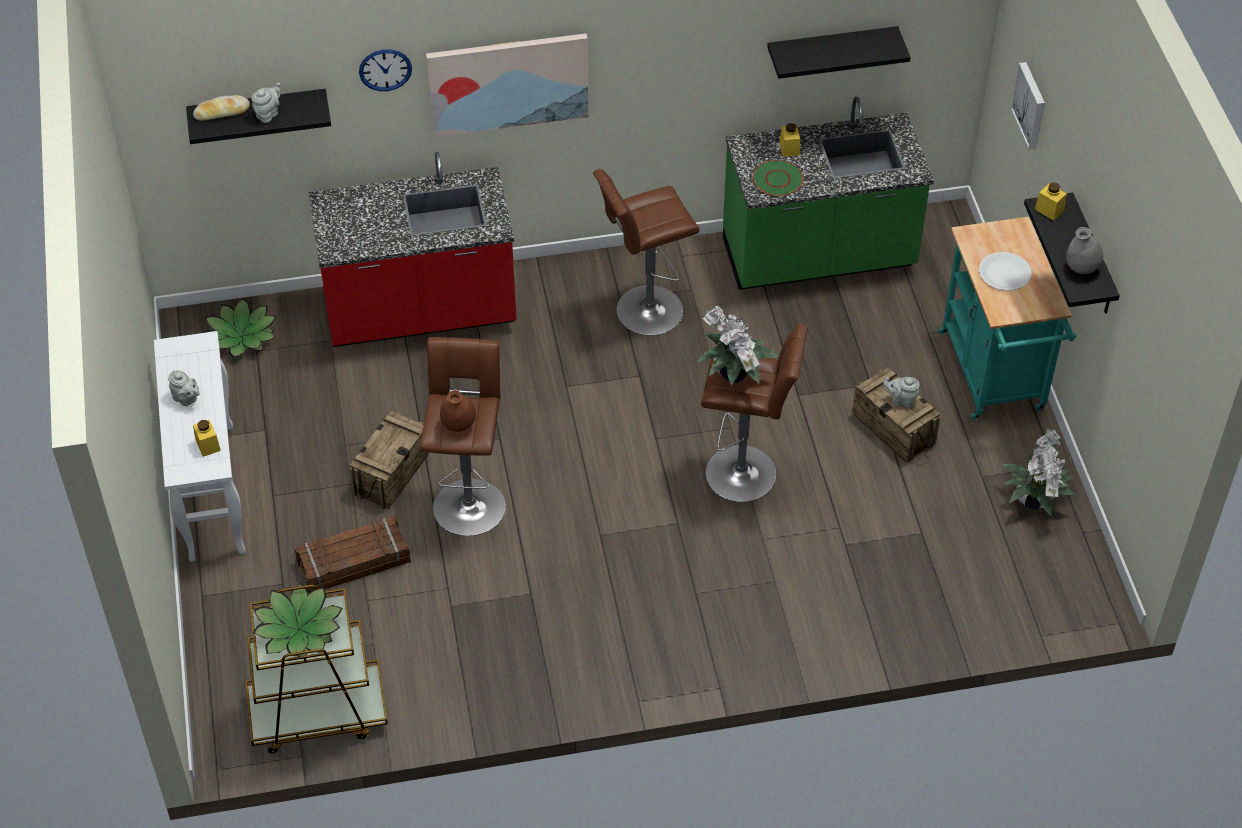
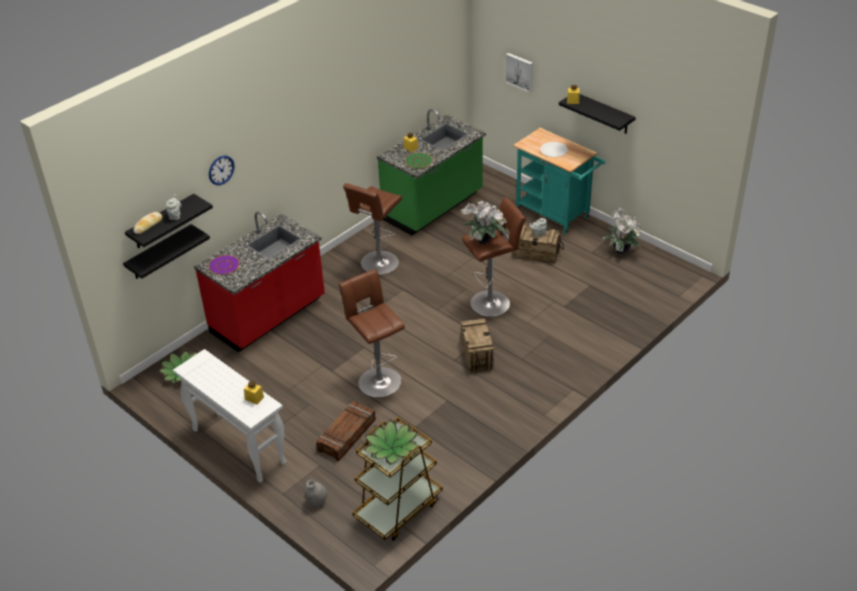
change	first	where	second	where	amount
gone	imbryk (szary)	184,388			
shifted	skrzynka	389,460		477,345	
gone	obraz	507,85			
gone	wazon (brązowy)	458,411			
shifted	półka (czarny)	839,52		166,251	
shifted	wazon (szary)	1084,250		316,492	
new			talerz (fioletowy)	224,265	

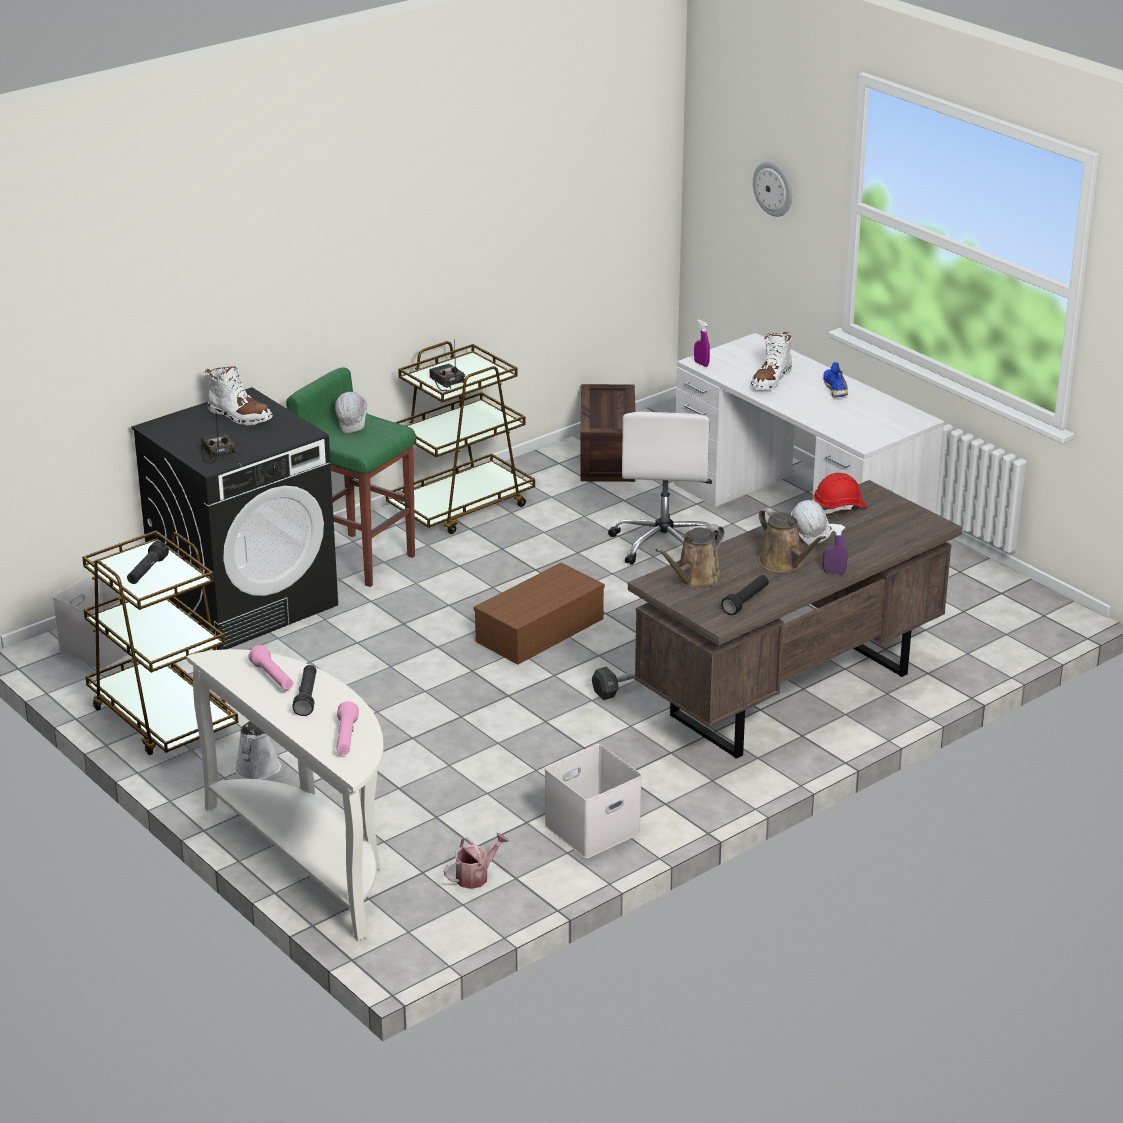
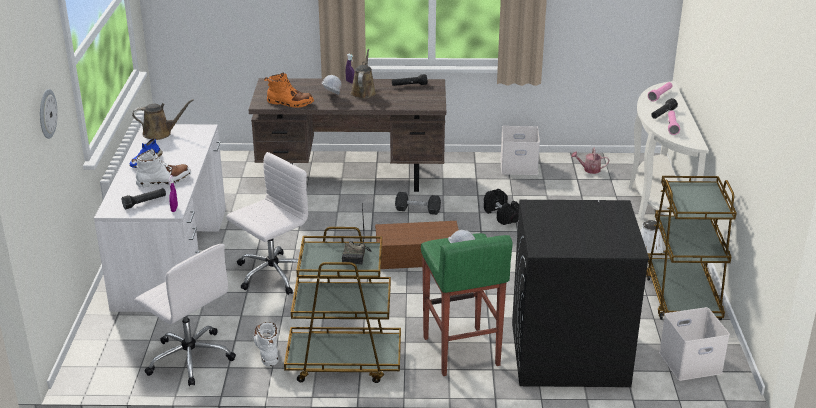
change	first	where	second	where	amount
shifted	latarka (czarny)	148,562		144,198	
gone	radio	218,438			
shifted	but z cholewką (biały)	238,395		266,344	
swapped	skrzynka	607,433	krzesło biurowe (biały)	185,315	
shifted	konewka (brązowy)	690,556		163,119	
swapped	kask (czerwony)	840,493	but z cholewką (pomarańczowy)	289,90	
new			hantel (czarny)	501,207	

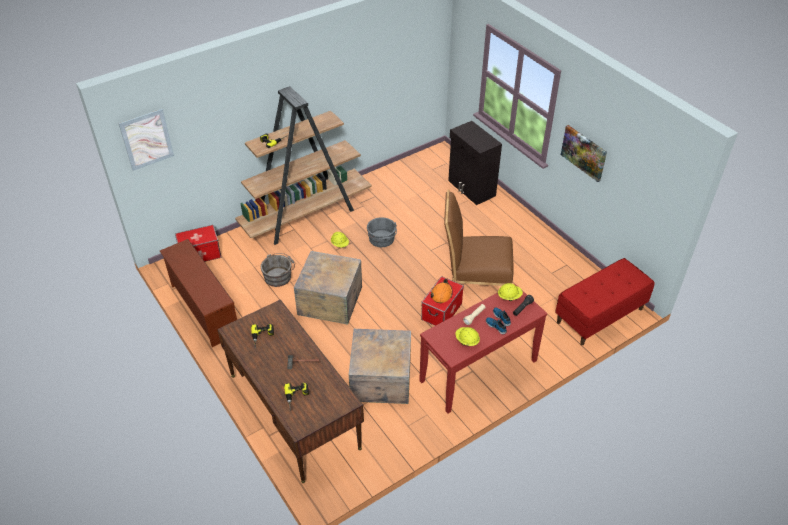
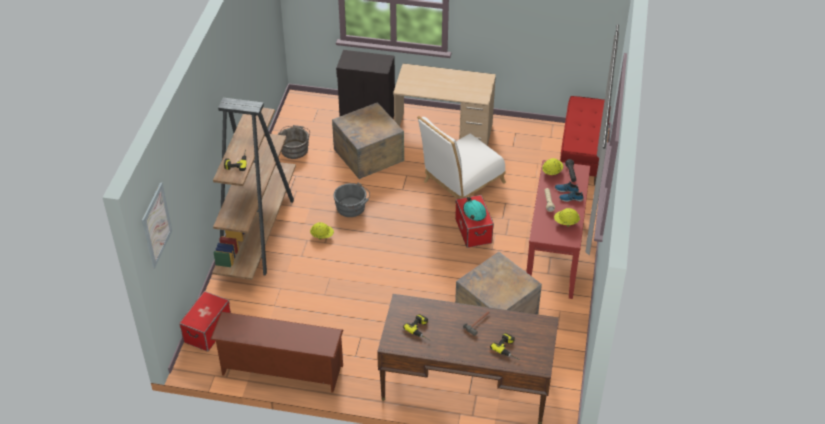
change	first	where	second	where	amount
shifted	wiadro (szary)	278,270		294,142	
shifted	skrzynka	328,288		368,140	
repainted	kask (pomarańczowy)	442,291	kask (turkusowy)	474,209	
repainted	krzesło (brązowy)	479,237	krzesło (biały)	461,157	
gone	obraz	584,153			
new			biurko (beżowy)	444,104	

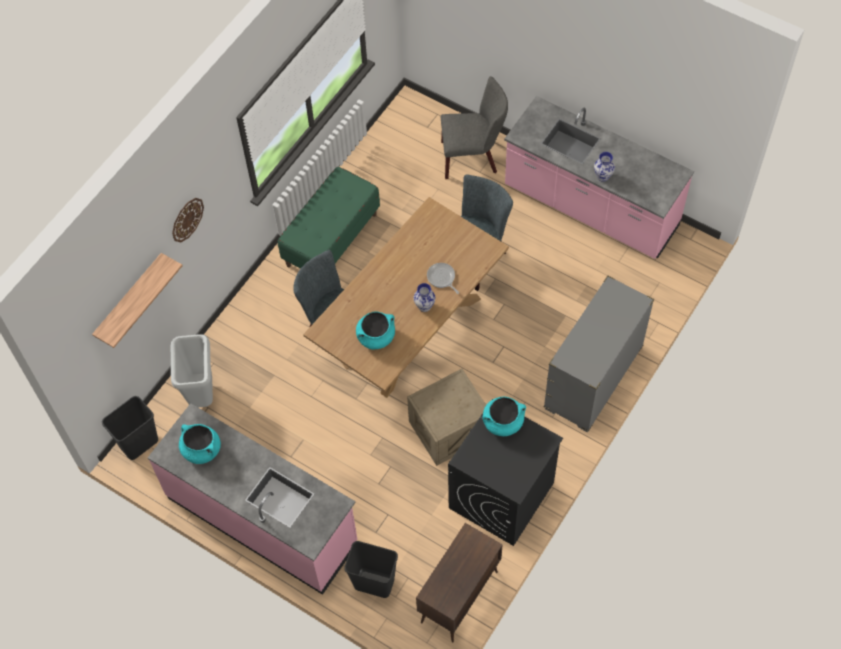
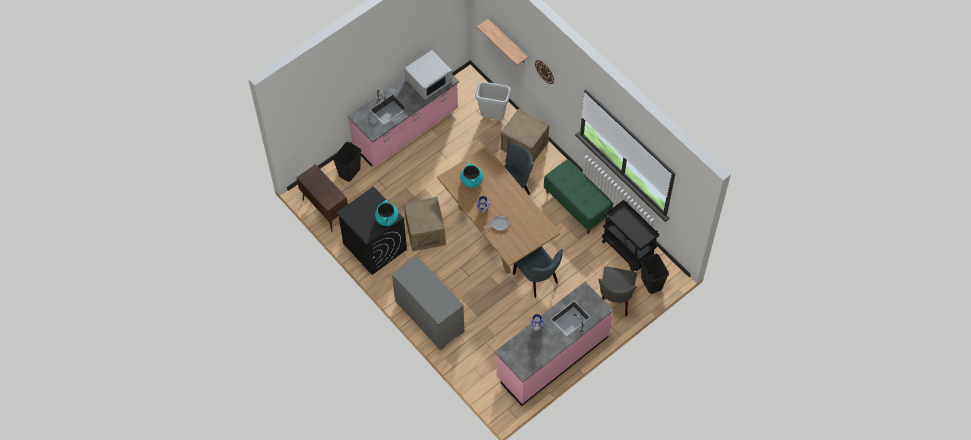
change	first	where	second	where	amount
shifted	kosz na śmieci (czarny)	130,428		655,274	
swapped	garnek (turkusowy)	200,444	mikrofalówka (biały)	428,74	
new			skrzynka	525,135	
new			wózek (czarny)	630,235	

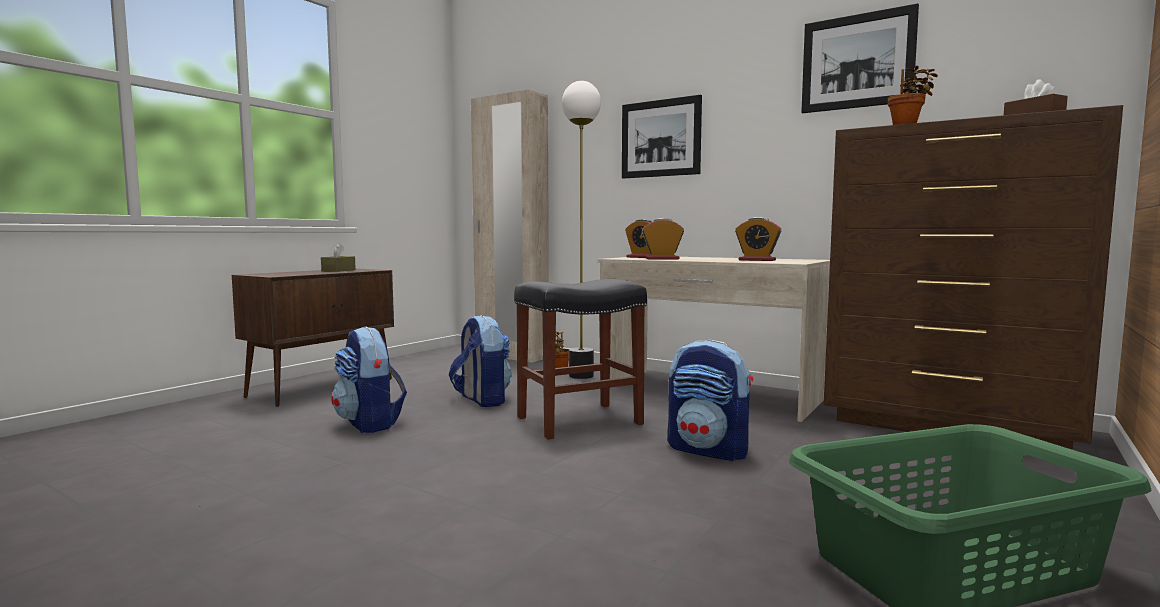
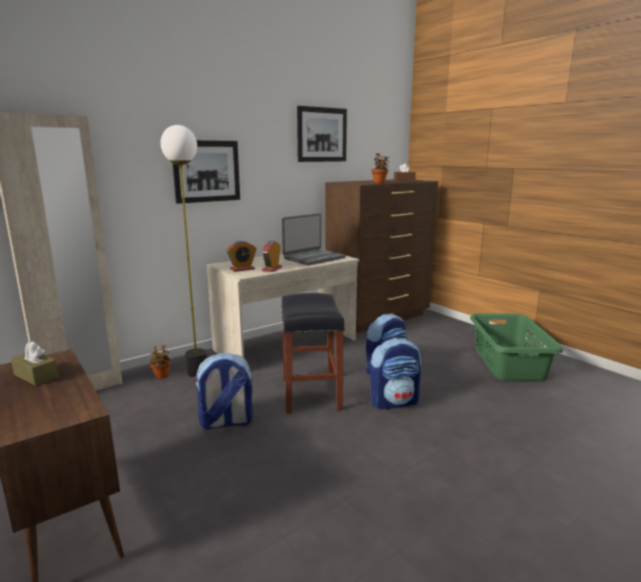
change	first	where	second	where	amount
shifted	plecak	369,380		395,373	
swapped	budzik	758,239	laptop	314,239	

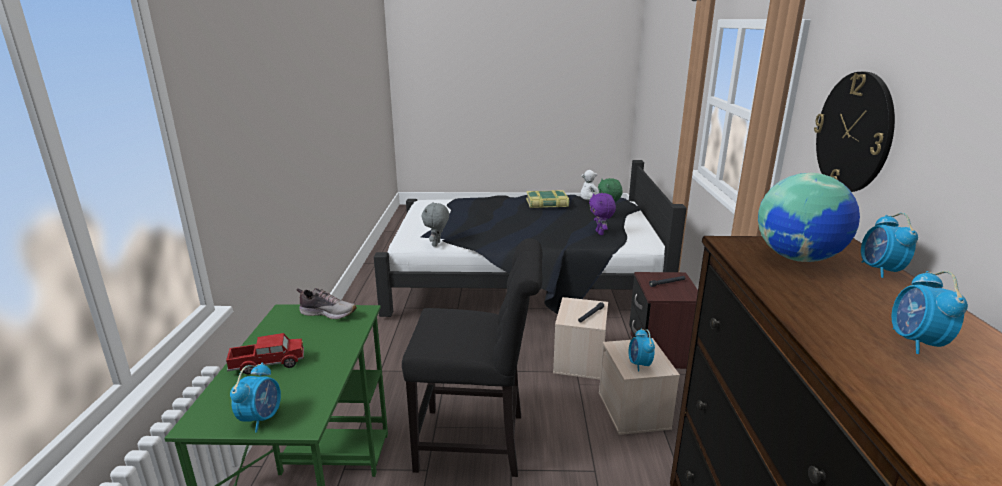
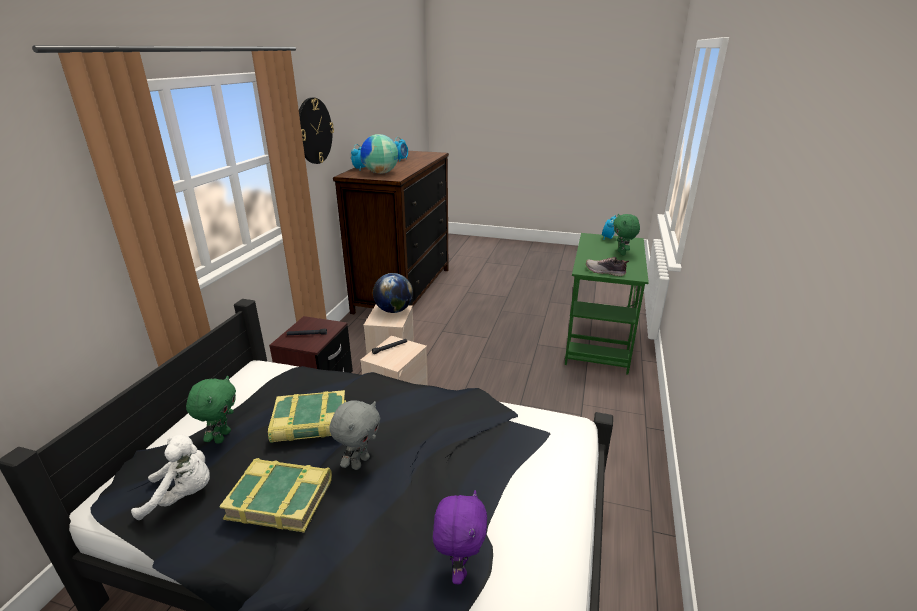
change	first	where	second	where	amount
swapped	ciężarówka zabawkowa	265,353	pluszak (zielony)	626,234	
gone	krzesło (czarny)	472,357			
shifted	pluszak (szary)	435,224		355,435	
shifted	pluszak (fioletowy)	602,214		460,537	
swapped	budzik	642,349	globus	393,293	
new			książka	307,416	

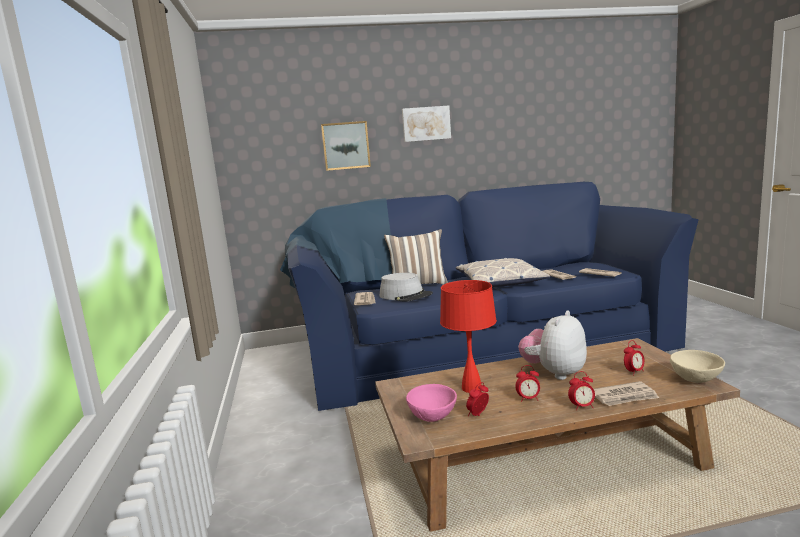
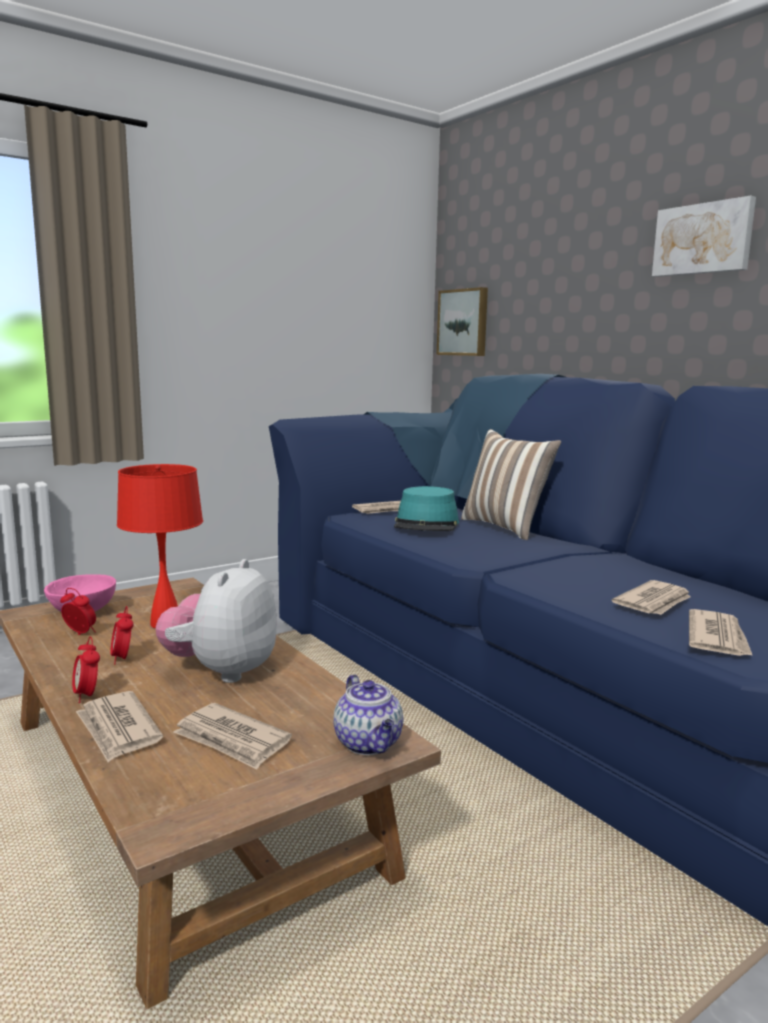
change	first	where	second	where	amount
shifted	obraz	346,146		462,321	
repainted	kapelusz (szary)	406,287	kapelusz (turkusowy)	426,508	
gone	poduszka	503,272			
rotated	pluszak	552,345		216,621	90 degrees counterclockwise
swapped	budzik	634,356	gazeta	233,736	
gone	miska (beżowy)	697,366			
new			imbryk	368,714	

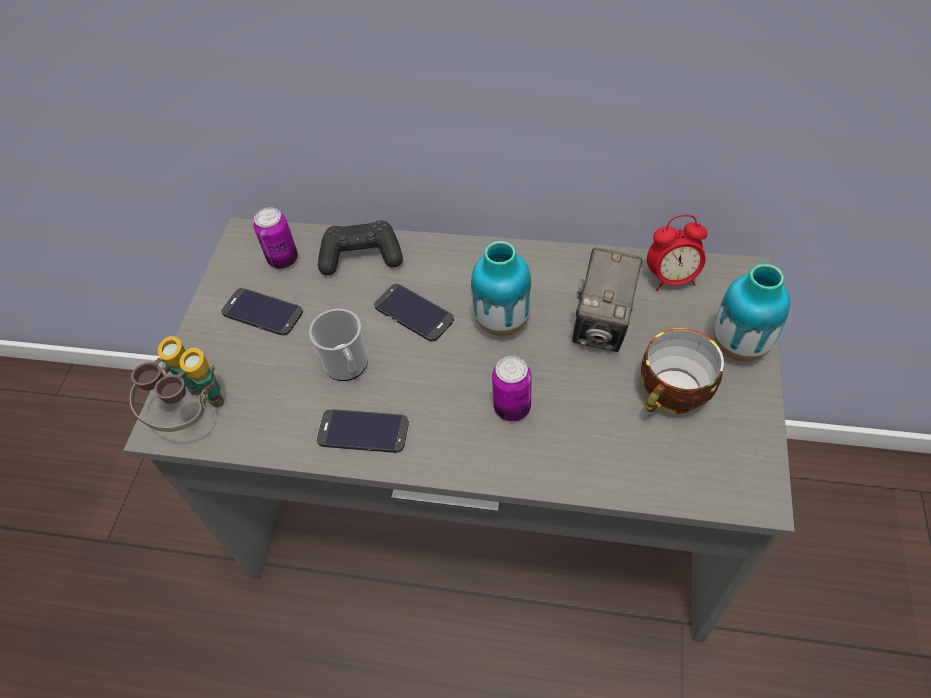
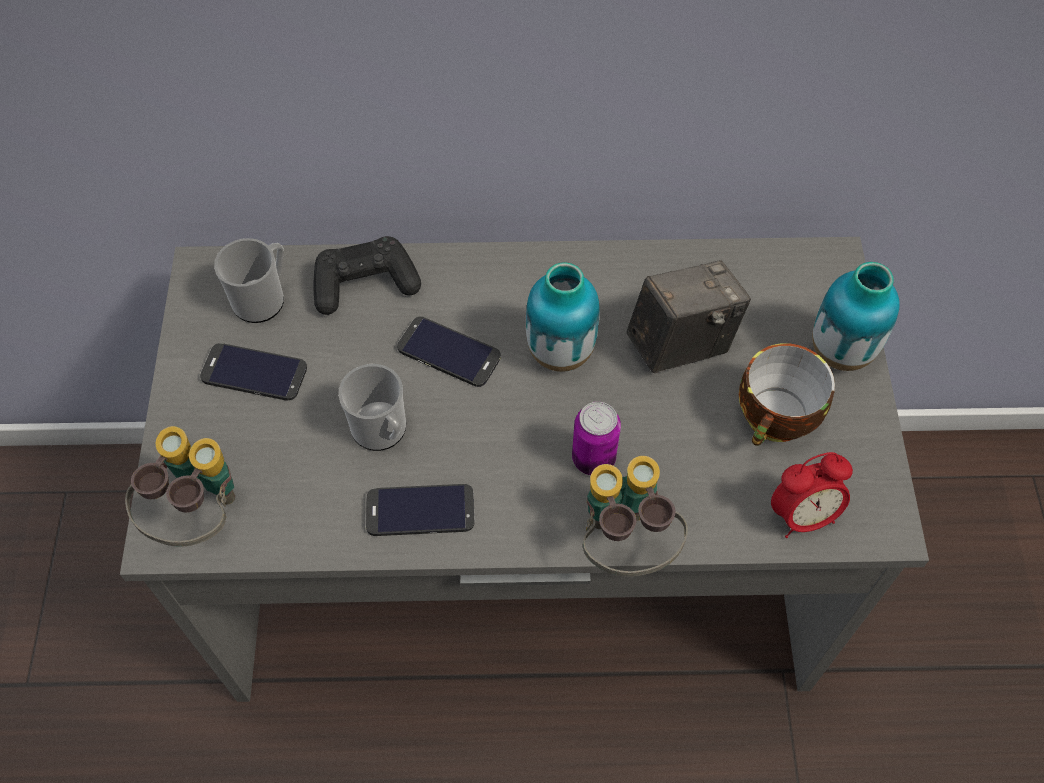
change	first	where	second	where	amount
swapped	puszka	276,238	kubek	249,280	
rotated	aparat fotograficzny	607,299		688,317	120 degrees counterclockwise
shifted	budzik	677,253		812,495	
new			lornetka	635,516	

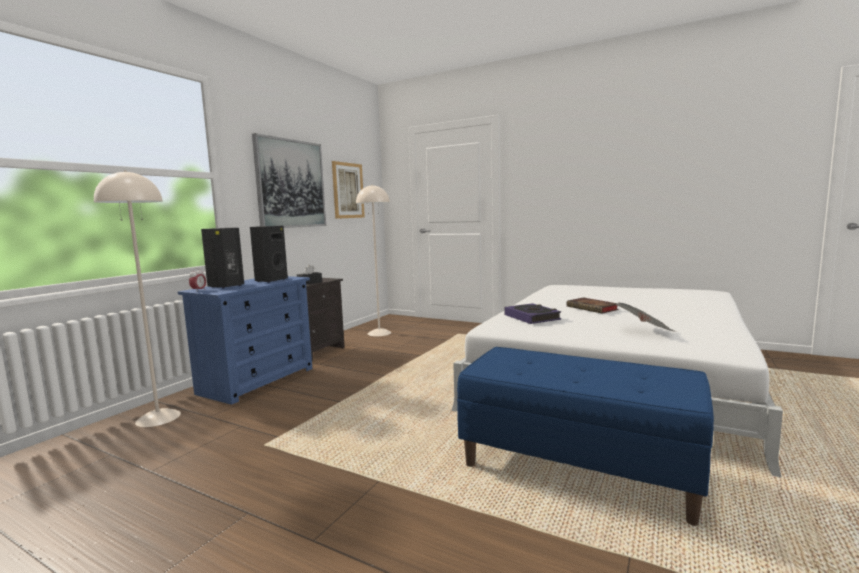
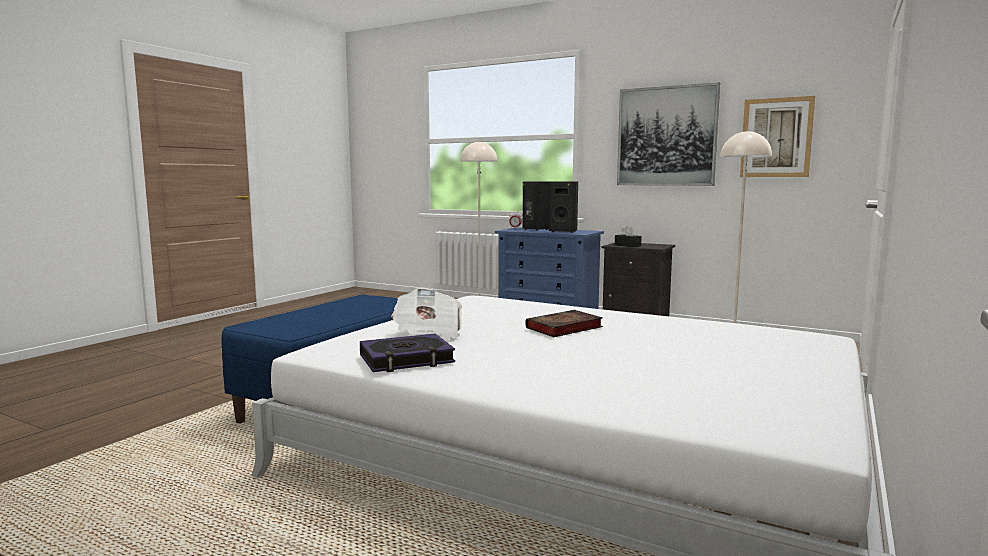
change	first	where	second	where	amount
shifted	książka	532,313		407,353	

